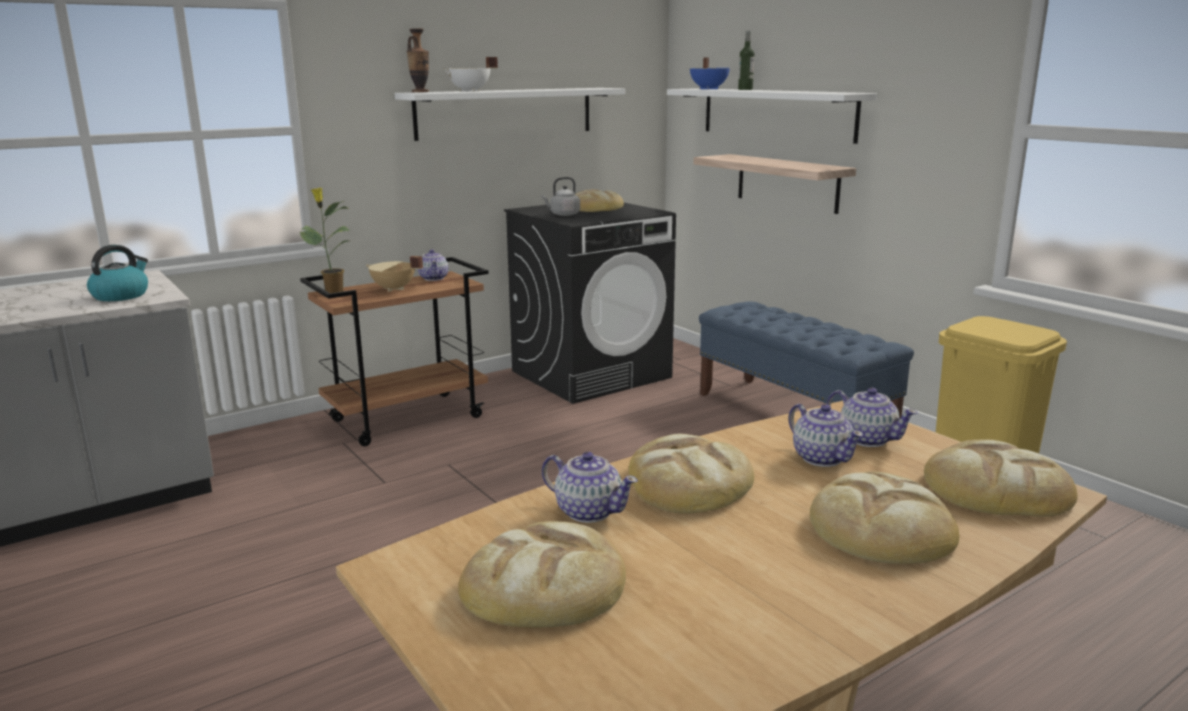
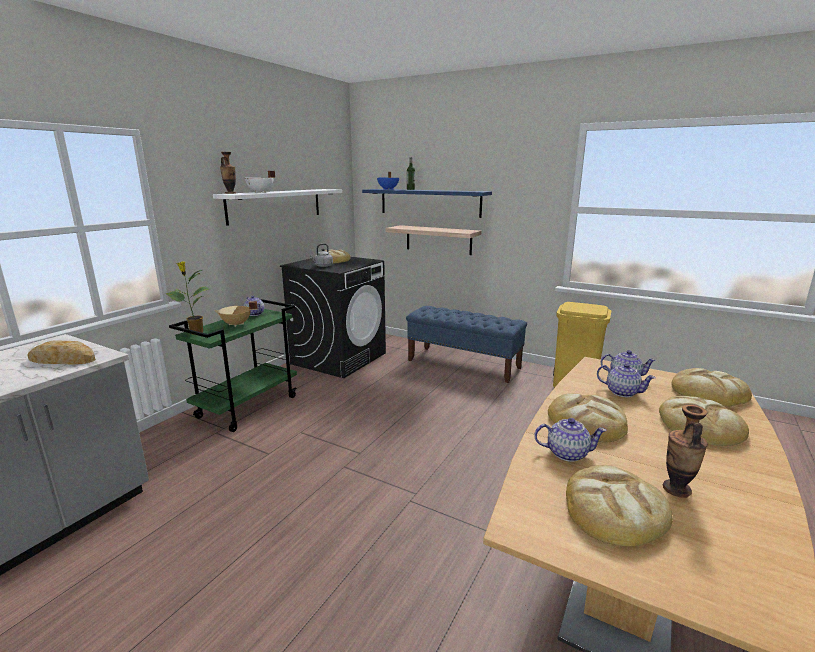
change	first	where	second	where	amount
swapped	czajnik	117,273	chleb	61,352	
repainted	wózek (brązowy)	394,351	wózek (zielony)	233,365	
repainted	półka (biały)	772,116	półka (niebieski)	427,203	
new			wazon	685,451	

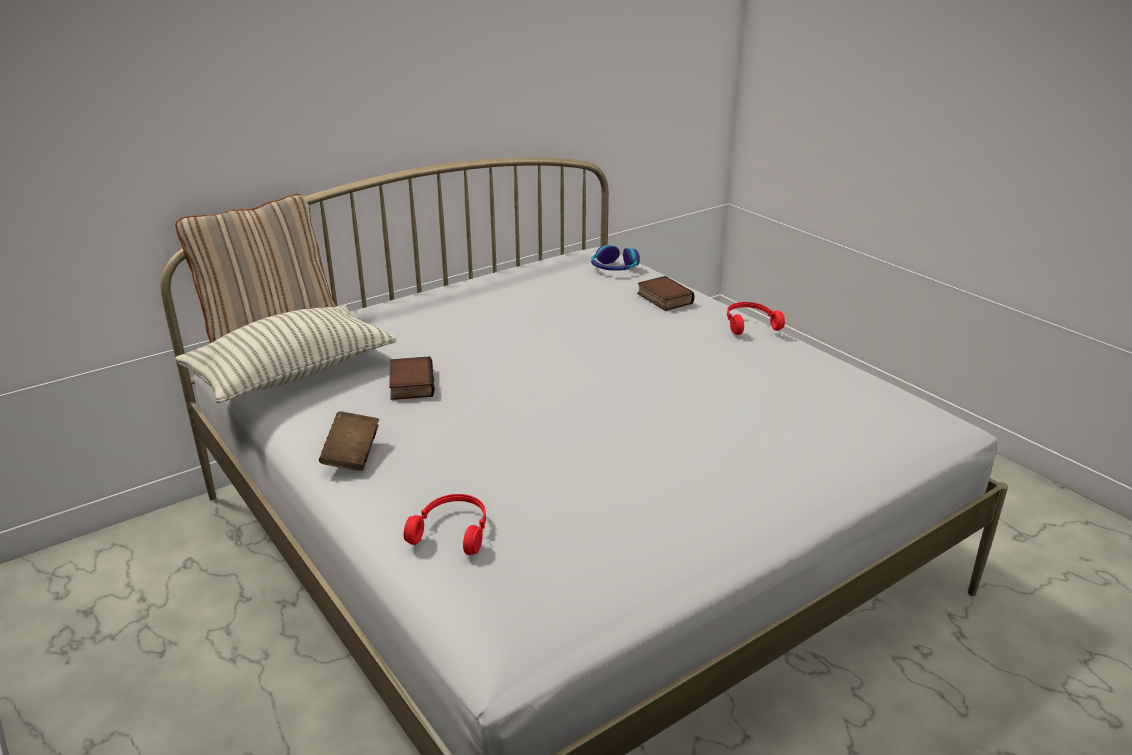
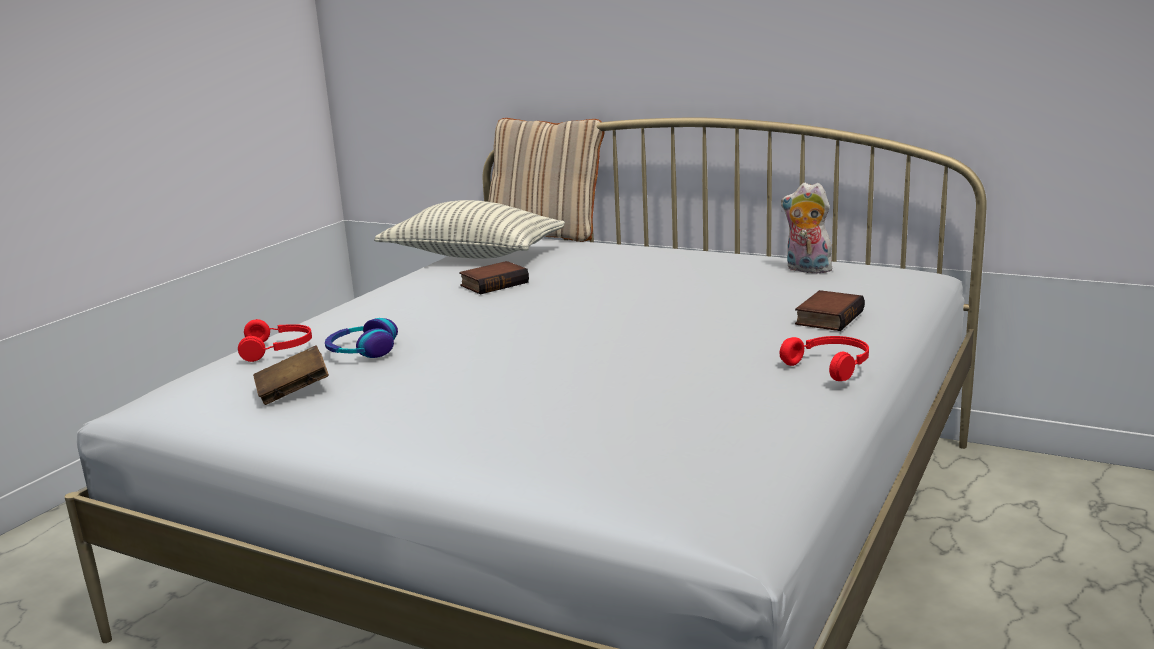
change	first	where	second	where	amount
shifted	książka (brązowy)	349,441		291,375	
shifted	słuchawki	615,258		361,338	
new			pluszak	806,228	

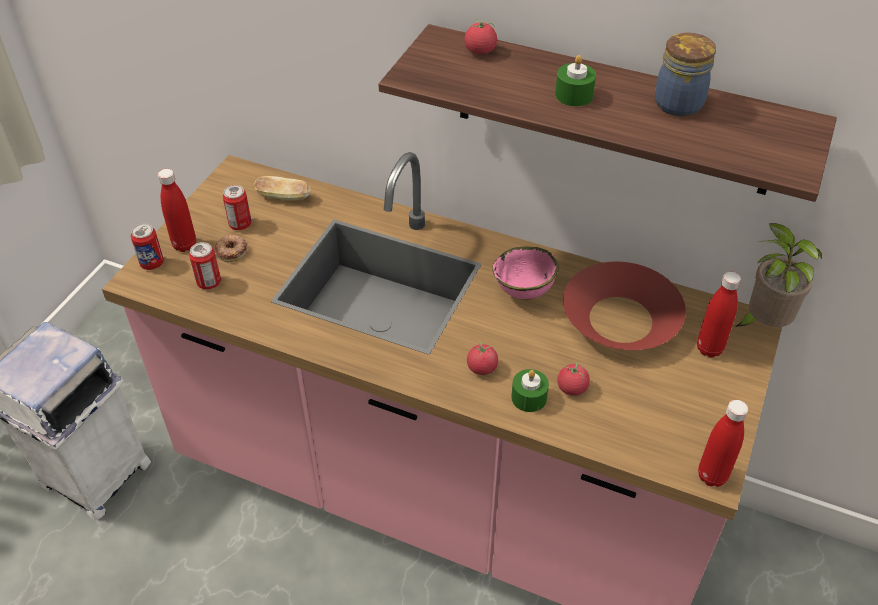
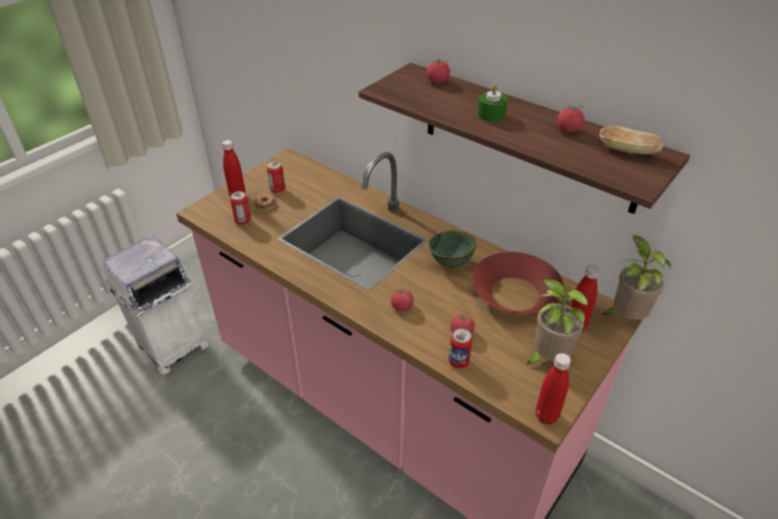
change	first	where	second	where	amount
shifted	puszka	147,246		461,348	
shifted	chleb	282,188		631,140	
repainted	miska (różowy)	525,273	miska (zielony)	452,249	
gone	świeca (zielony)	530,390			
swapped	słoik	685,74	pomidor	570,118	
new			roślina doniczkowa	557,322	

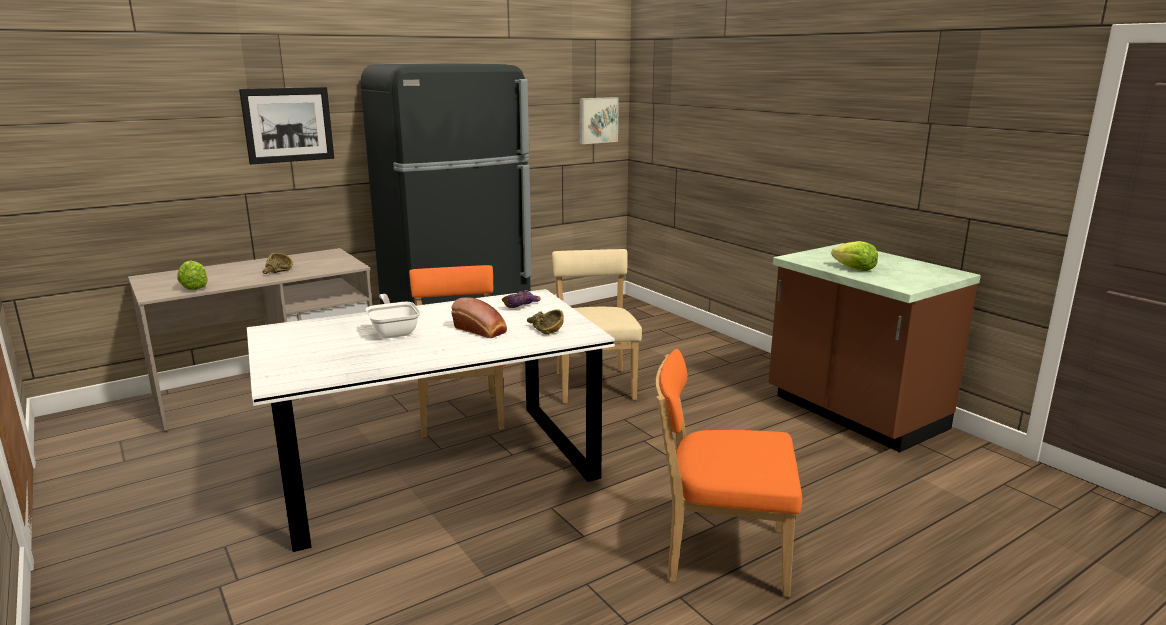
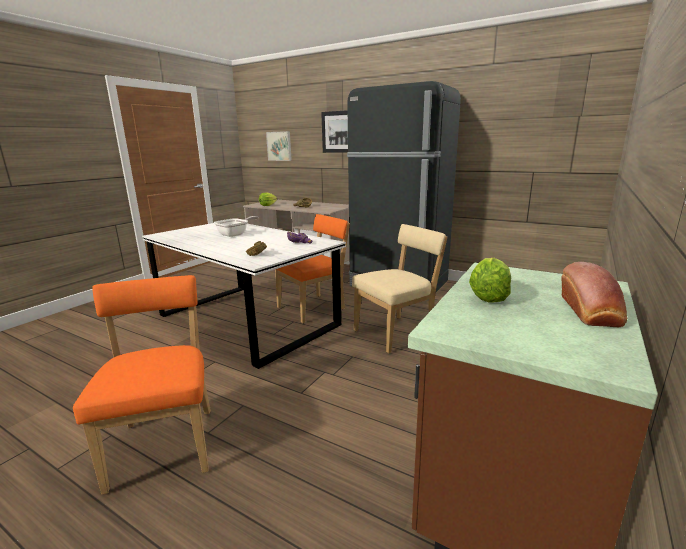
change	first	where	second	where	amount
shifted	chleb	479,317		594,294	
shifted	obraz	599,120		279,146	

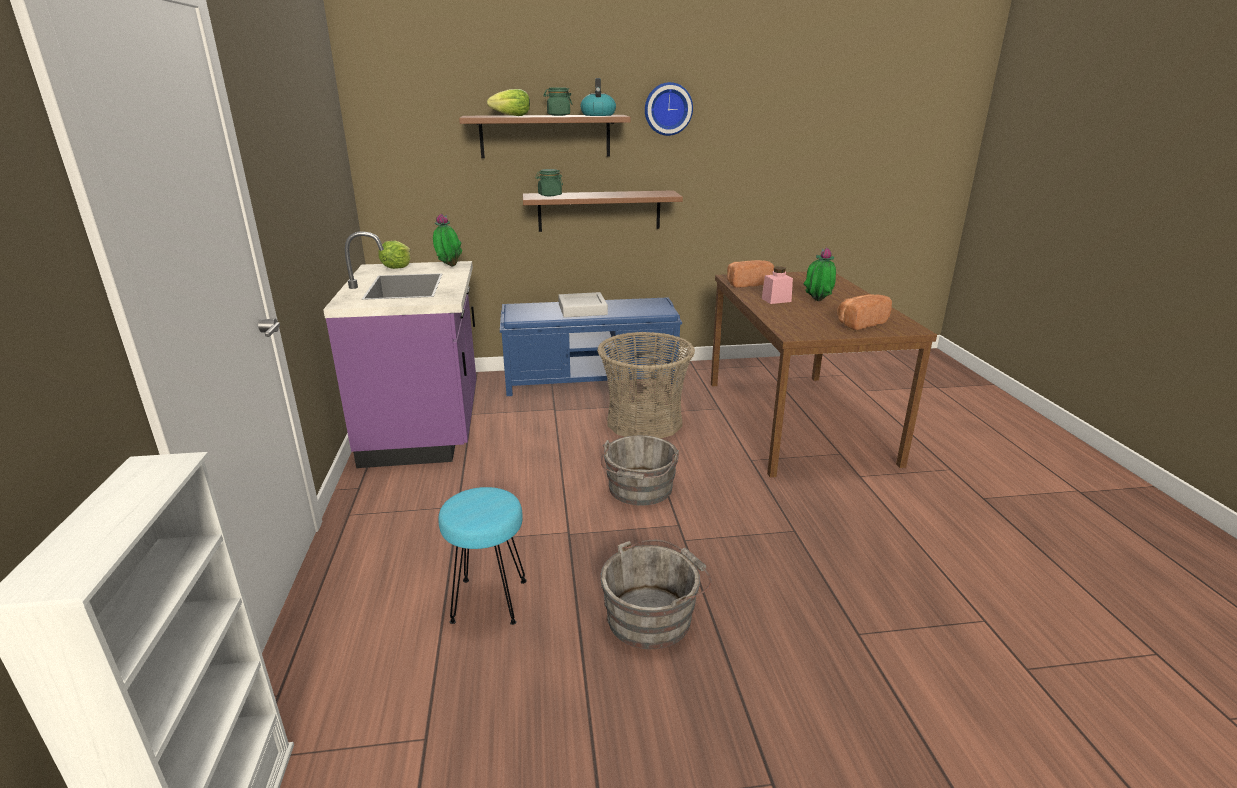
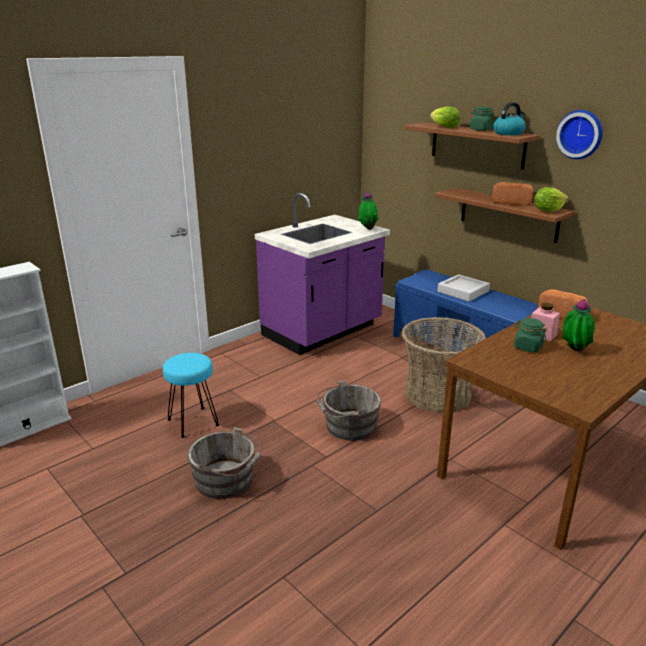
change	first	where	second	where	amount
shifted	sałata	394,254		551,199	
shifted	słoik (zielony)	549,182		530,335	
shifted	chleb	864,312		512,194	

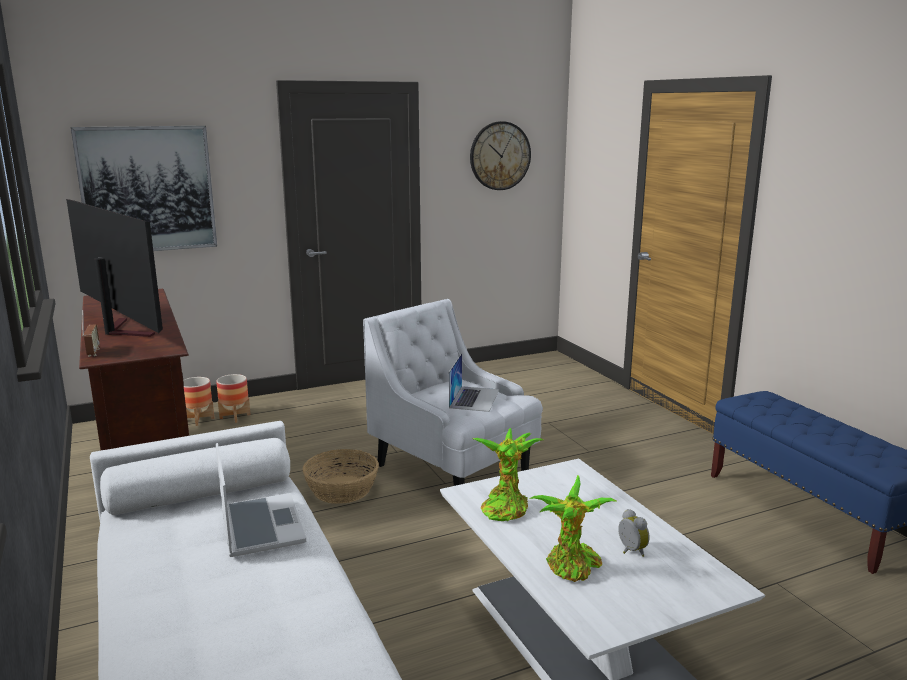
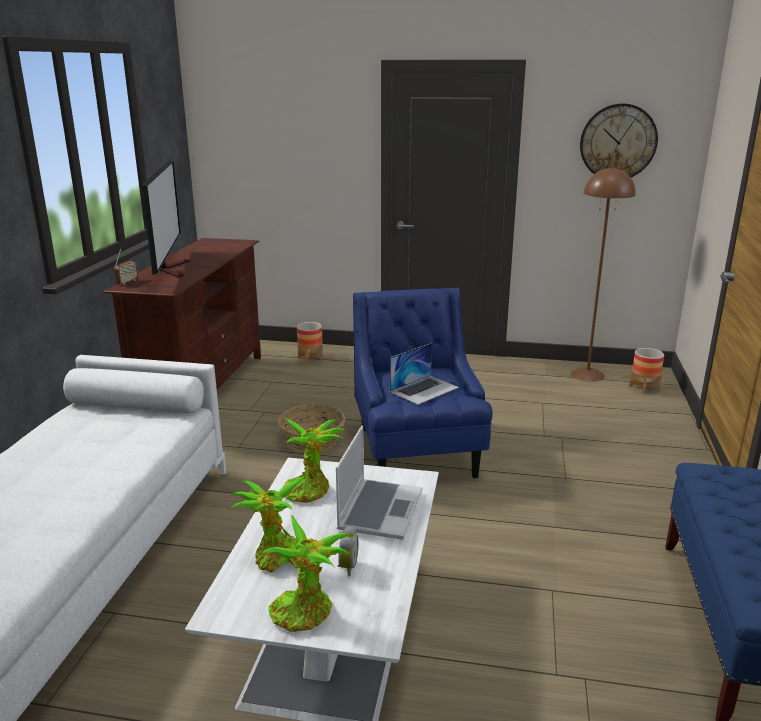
change	first	where	second	where	amount
gone	obraz	144,188			
shifted	donica	198,401		646,371	
shifted	laptop	261,500		379,482	
repainted	fotel (biały)	453,392	fotel (niebieski)	423,383	
new			roślina doniczkowa	306,573	
new			lampa stojąca (brązowy)	603,274	

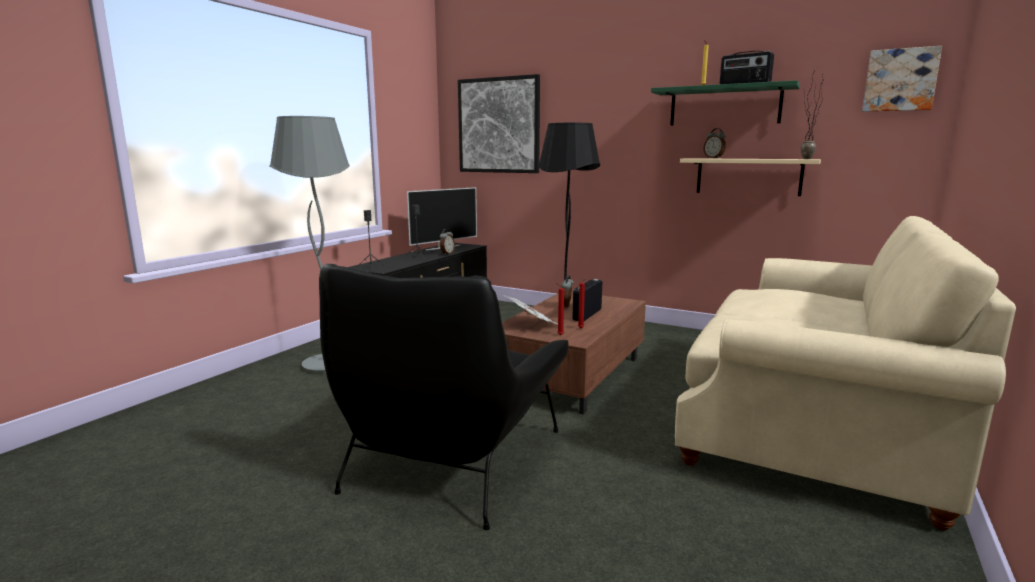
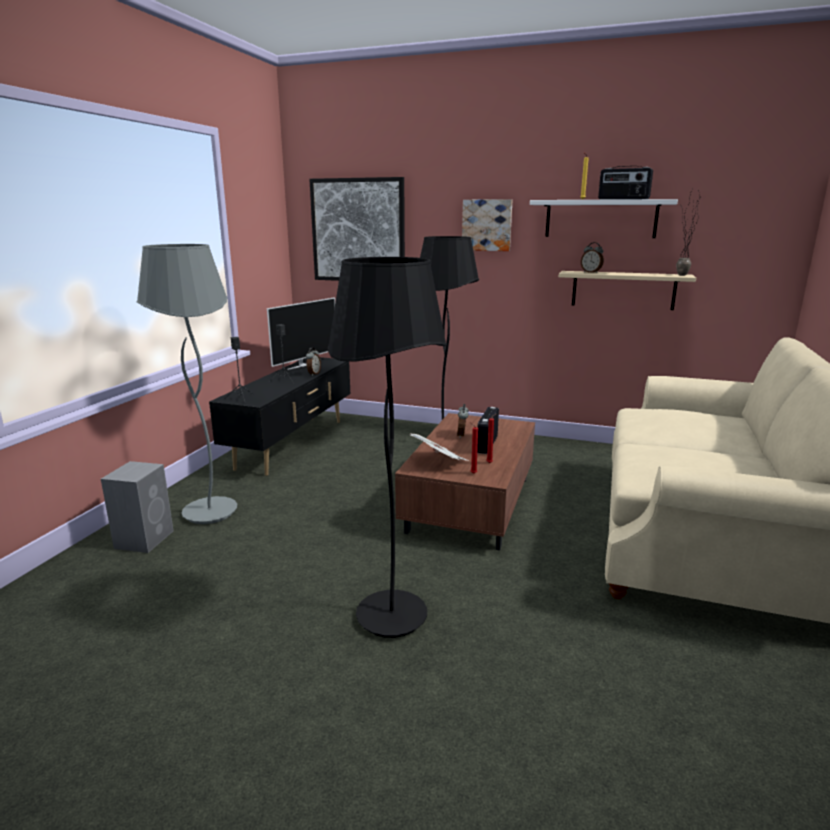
change	first	where	second	where	amount
swapped	fotel (czarny)	444,397	lampa stojąca (czarny)	387,447	
repainted	półka (zielony)	725,103	półka (biały)	604,218	
shifted	obraz	902,79		487,225	
new			głośnik (szary)	137,507	

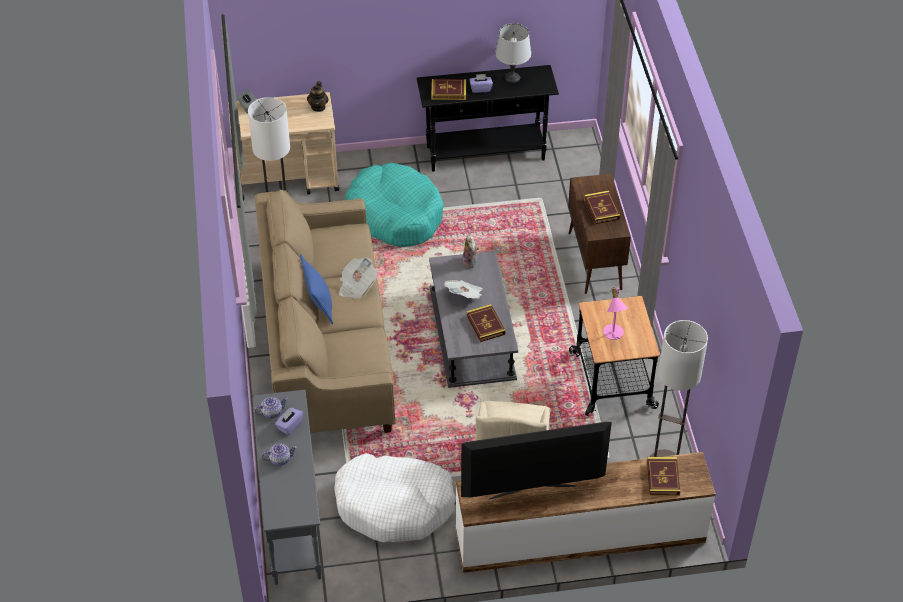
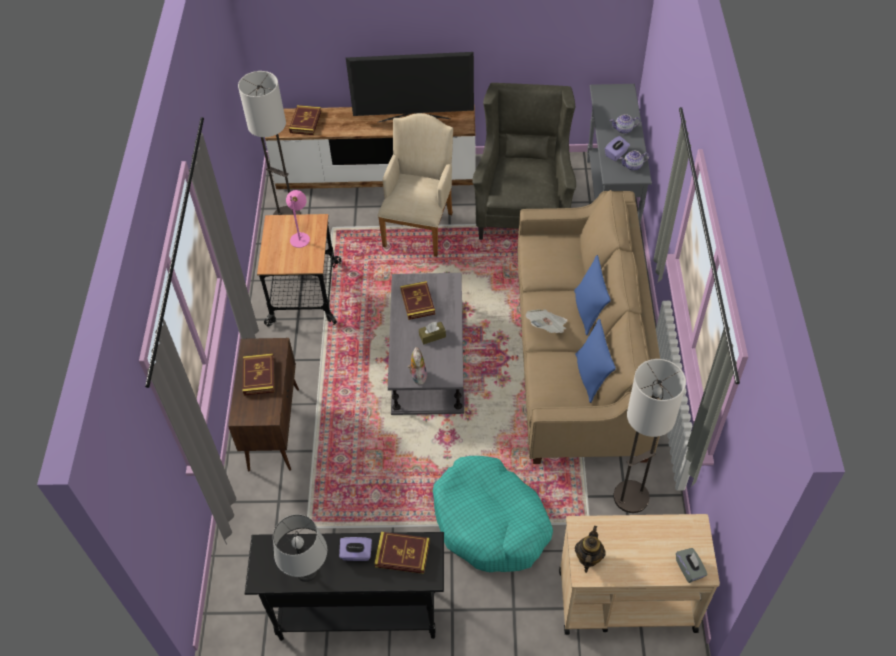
change	first	where	second	where	amount
swapped	legowisko (biały)	395,497	fotel (szary)	524,161	
swapped	gazeta	463,289	pudełko chusteczek (brązowy)	432,333	
new			poduszka (niebieski)	595,361	

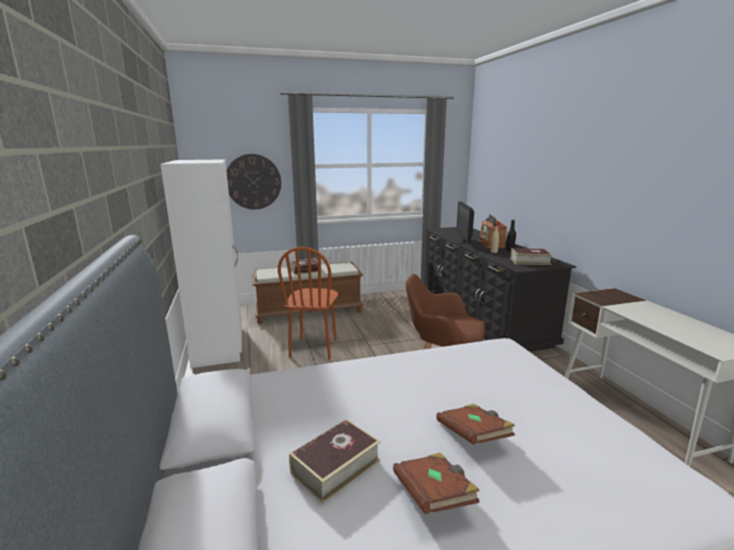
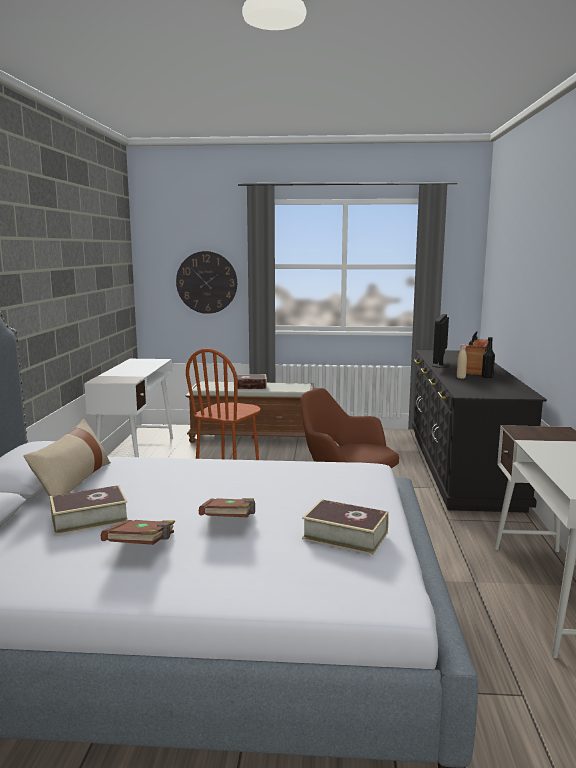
change	first	where	second	where	amount
swapped	szafa (biały)	201,263	biurko (biały)	128,408	
shifted	książka	531,256		345,526	
new			poduszka (beżowy)	67,458	

